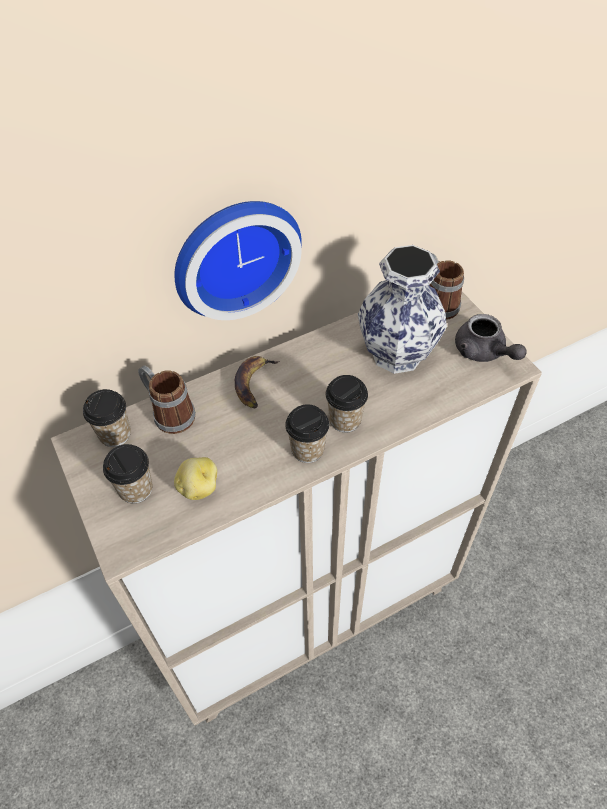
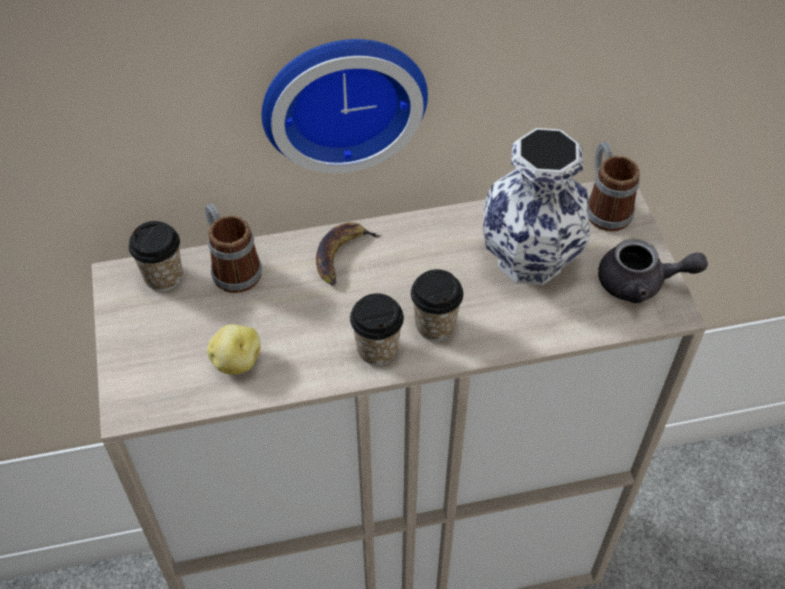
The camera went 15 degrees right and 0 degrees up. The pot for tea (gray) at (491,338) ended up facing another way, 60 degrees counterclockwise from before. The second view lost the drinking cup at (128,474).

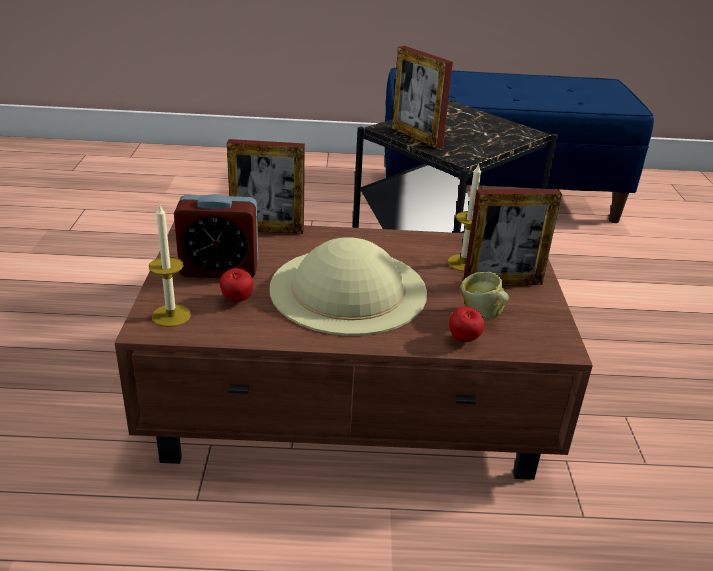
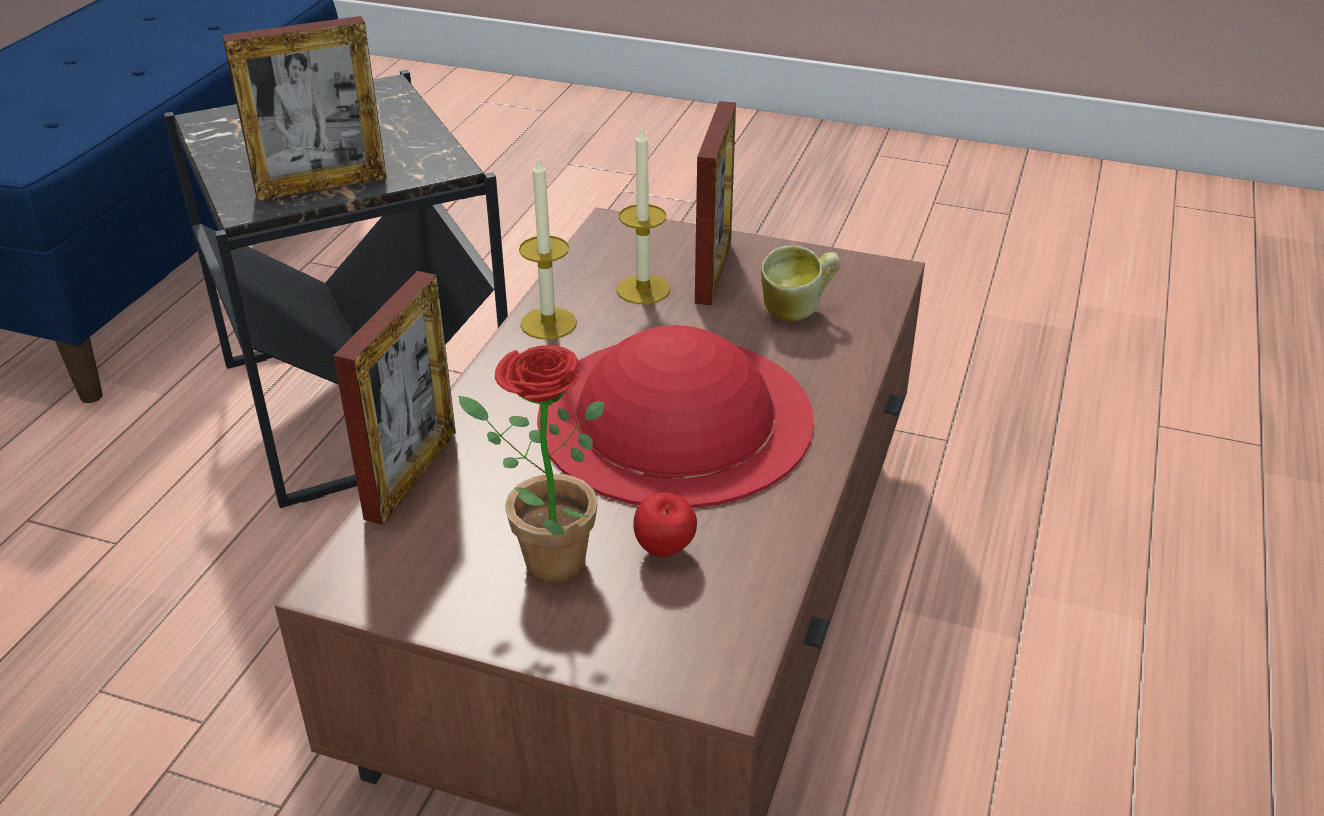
The camera went 70 degrees left and 5 degrees up. Where the alarm clock stood at (216,236), the houseplant came to stand at (531,464). The wax candle ended up elsewhere, having gone from (170,265) to (548,248). What was the hat (sand-coloured) at (348,286) turned into the hat (red) at (675,416). The second view lost the apple at (466,324).

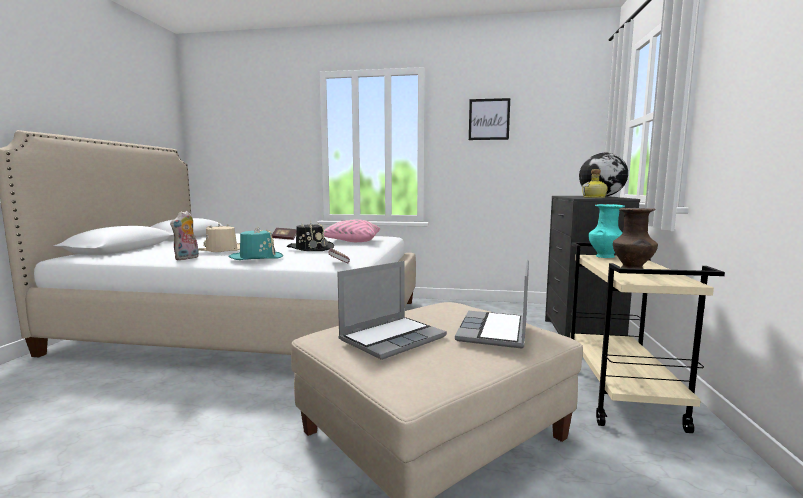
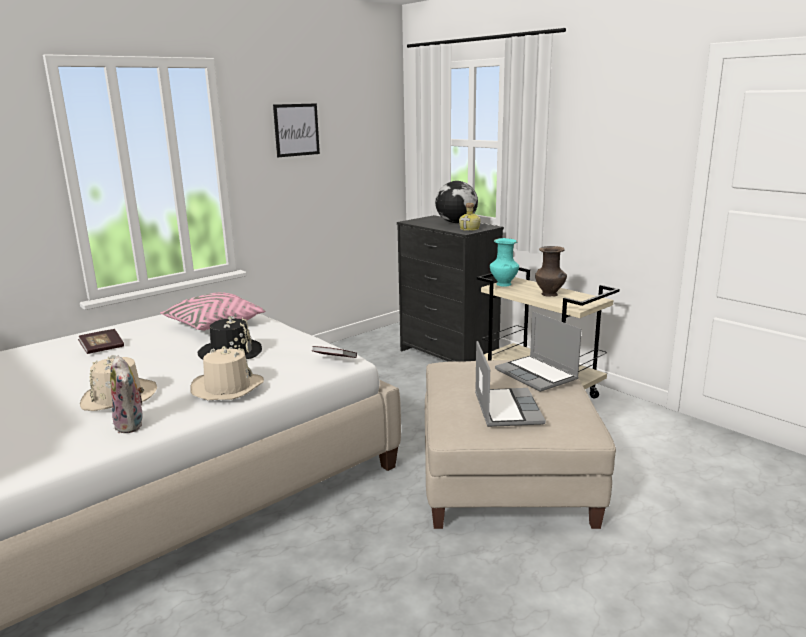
The camera went 50 degrees left and 10 degrees up. What was the hat (turquoise-coloured) at (255,243) turned into the hat (sand-coloured) at (227,373).

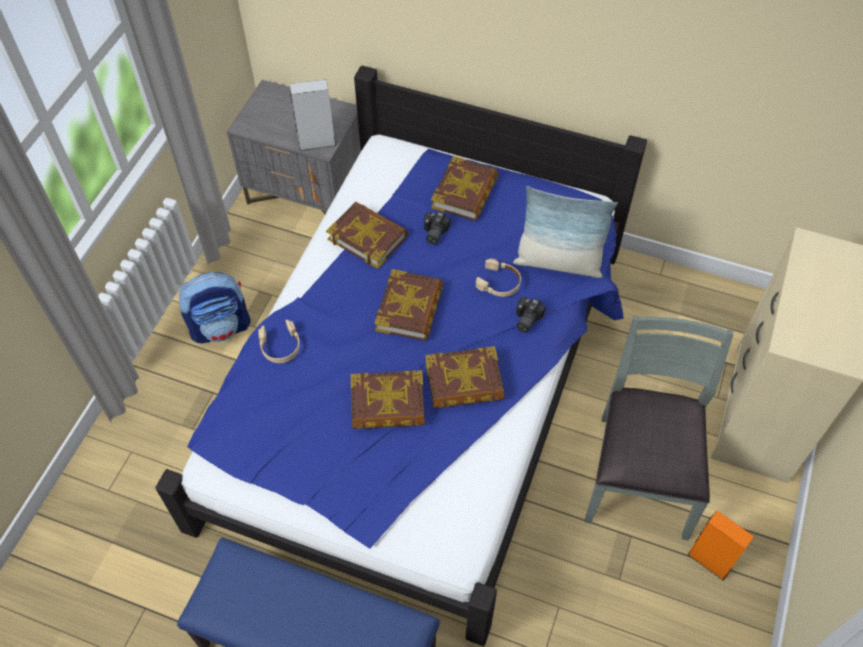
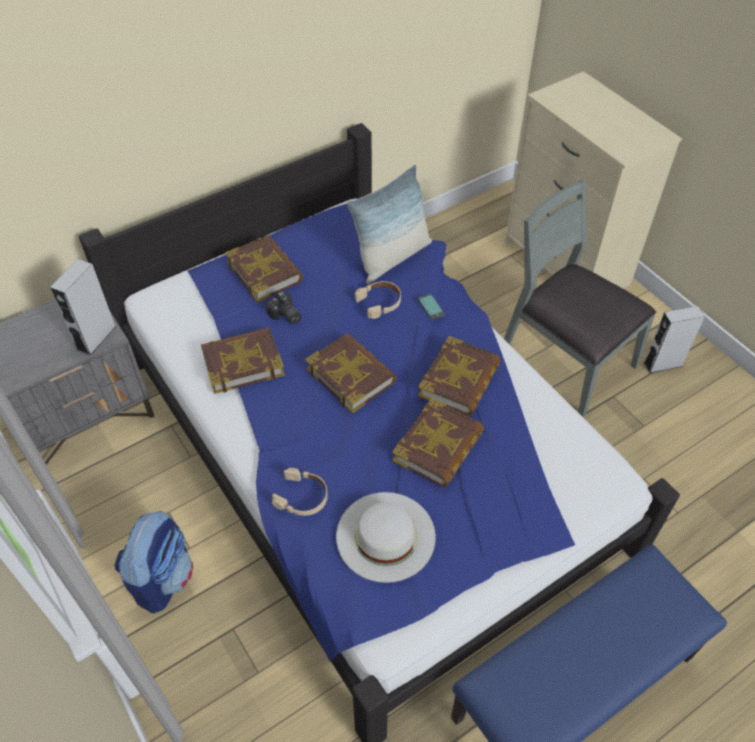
The camera went 55 degrees left and 5 degrees down. The second view gained the hat (white-coloured) at (386,537). Where the still camera stood at (530,315), the handset came to stand at (431,306). What was the audio speaker (orangey) at (720,545) turned into the audio speaker (gray) at (674,339).

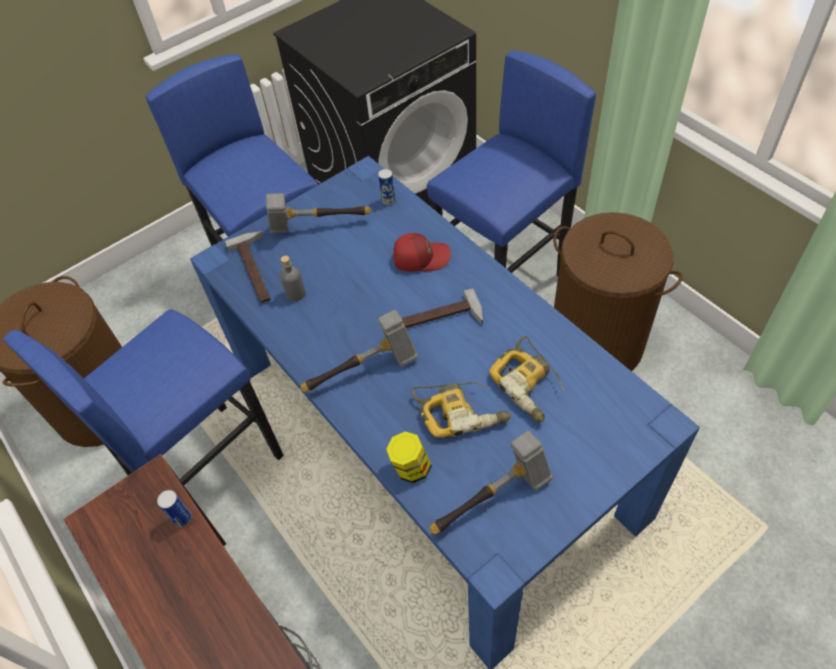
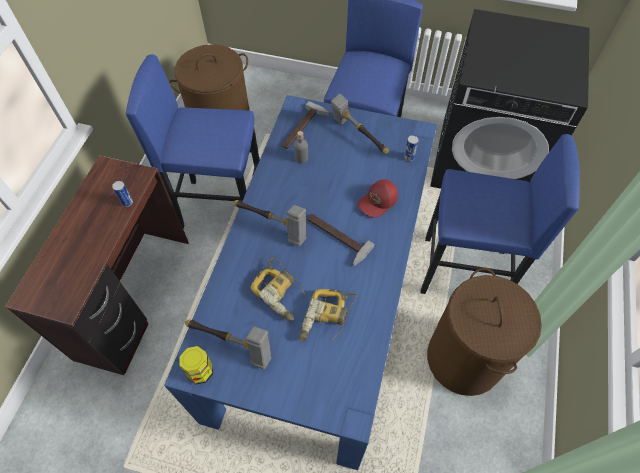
The camera went 50 degrees right and 5 degrees up. The preserve jar ended up elsewhere, having gone from (409,457) to (196,365). The baseball cap (red) at (422,252) ended up facing another way, 90 degrees clockwise from before.

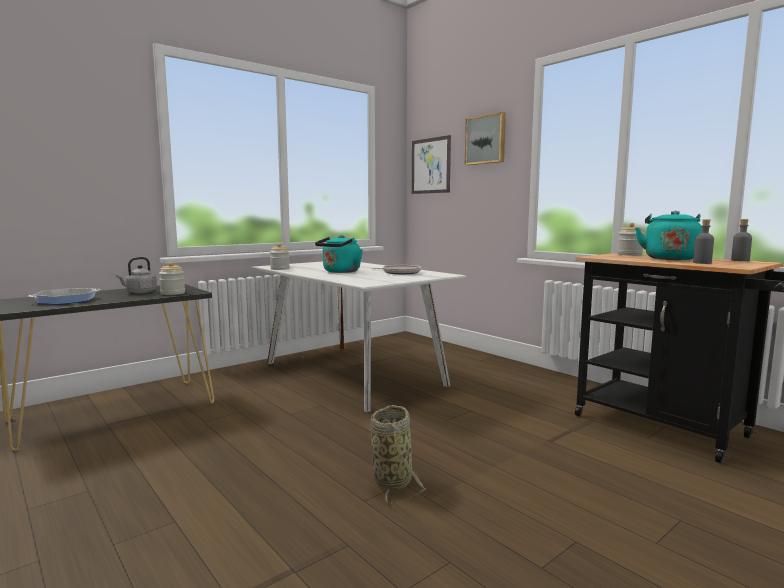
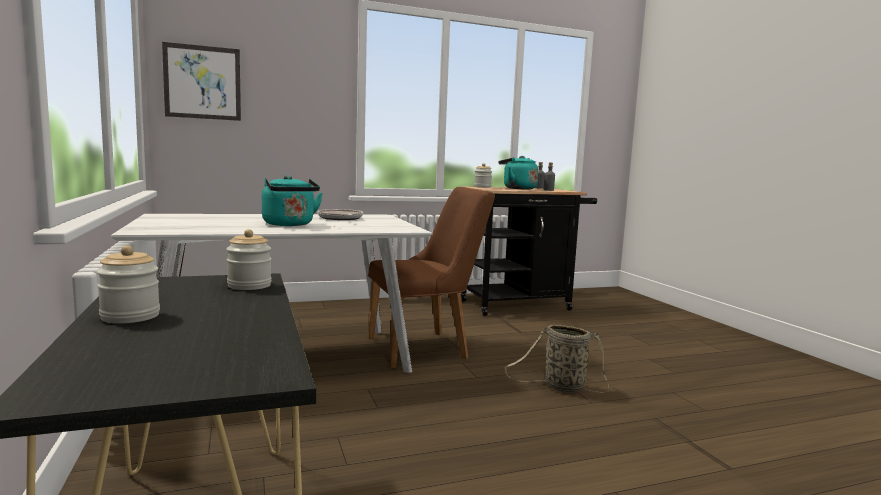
The camera went 70 degrees left and 0 degrees up. The preserve jar ended up elsewhere, having gone from (280,256) to (128,284). The second view gained the chair (brownish) at (431,277). The second view lost the pan at (64,296). The second view lost the water kettle (gray) at (136,275). The second view lost the wall picture at (485,138).

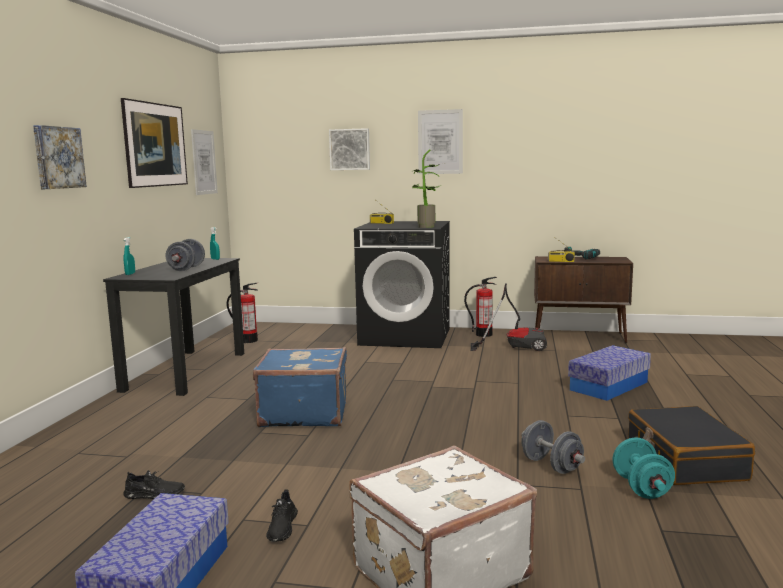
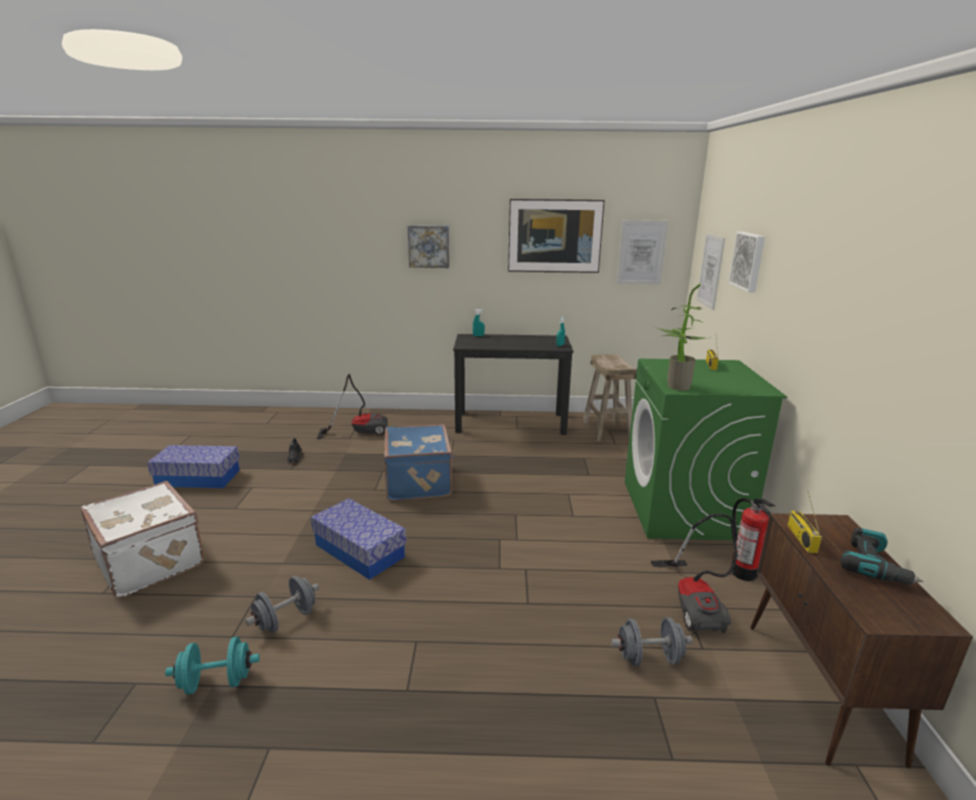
The camera went 80 degrees right and 10 degrees up. The storage box ended up elsewhere, having gone from (609,373) to (358,539). The second view gained the vacuum cleaner at (352,406). Where the fire extinguisher stood at (242,313), the sitting stool (sand-coloured) came to stand at (609,397). The free weight (gray) ended up elsewhere, having gone from (185,255) to (652,641). What was the washing machine (blackish) at (402,284) turned into the washing machine (green) at (706,449). The wall picture ended up elsewhere, having gone from (440,141) to (711,272). The second view lost the item of footwear (blackish) at (282,515). The second view lost the travel case (blackish) at (691,445).

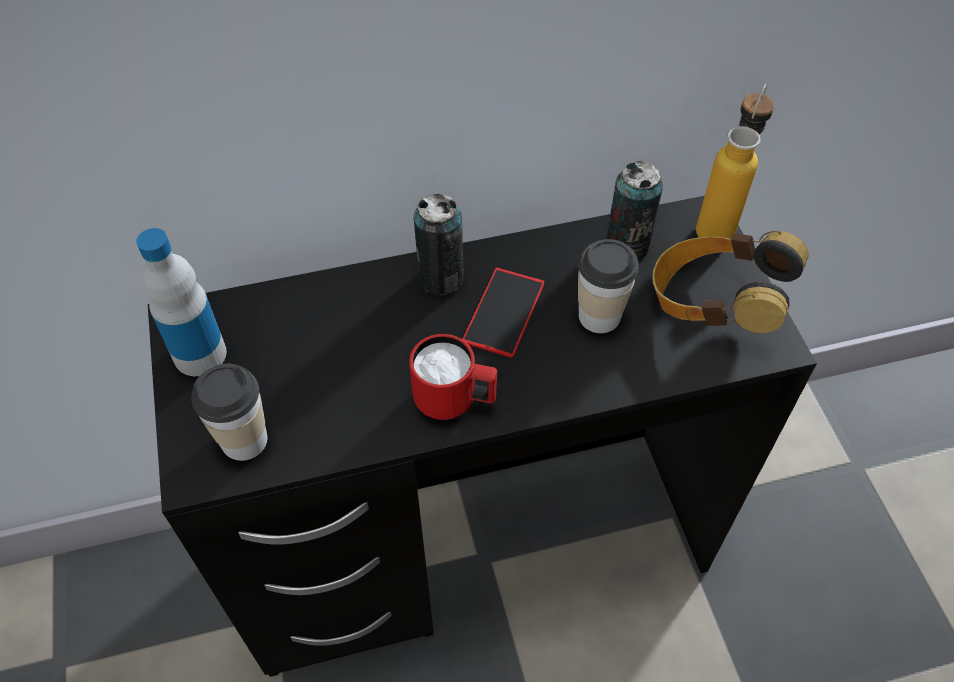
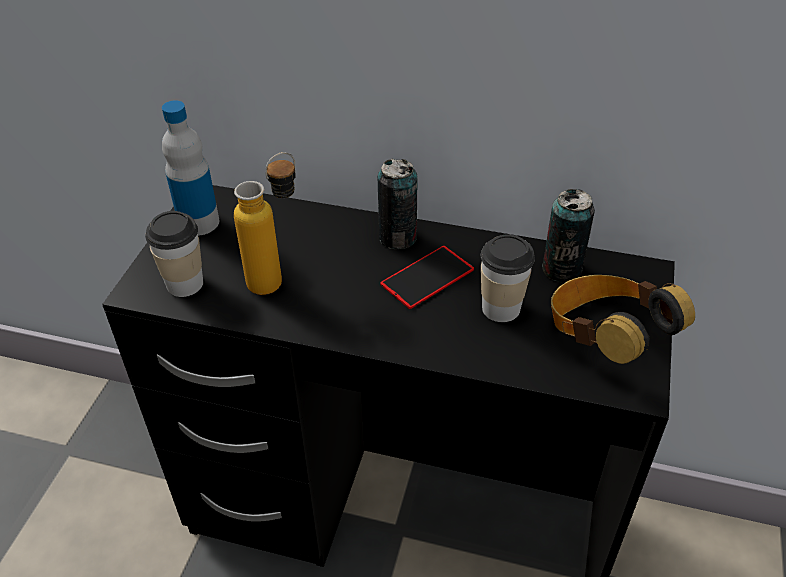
The camera went 30 degrees right and 10 degrees down. The bottle ended up elsewhere, having gone from (735,161) to (265,223). The second view lost the tea mug (red) at (453,377).

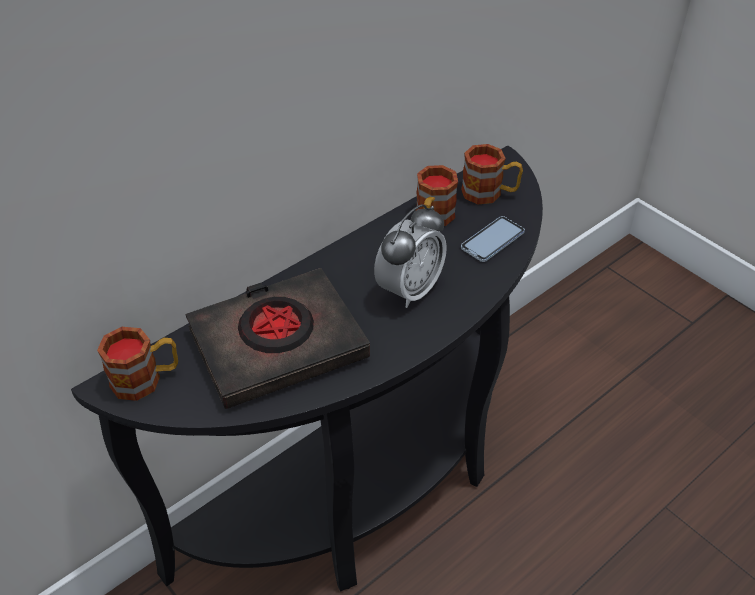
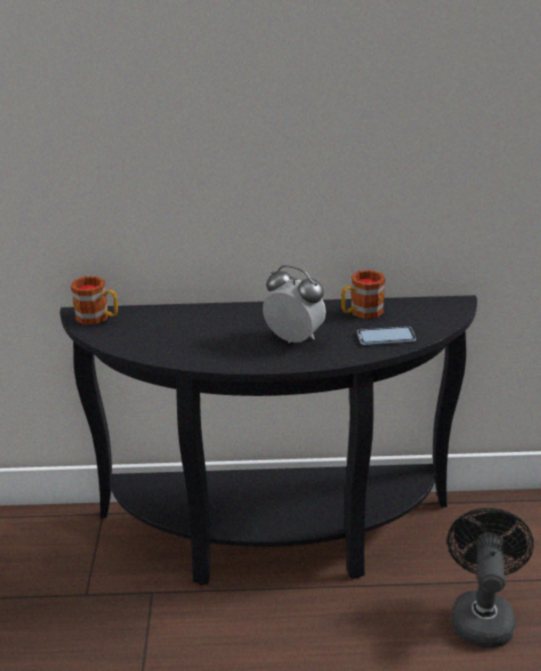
The camera went 40 degrees right and 15 degrees down. The alarm clock at (410,256) ended up facing another way, 135 degrees counterclockwise from before. The second view gained the fan (blackish) at (490,578). The second view lost the volume (blackish) at (278,338). The second view lost the tea mug at (492,174).

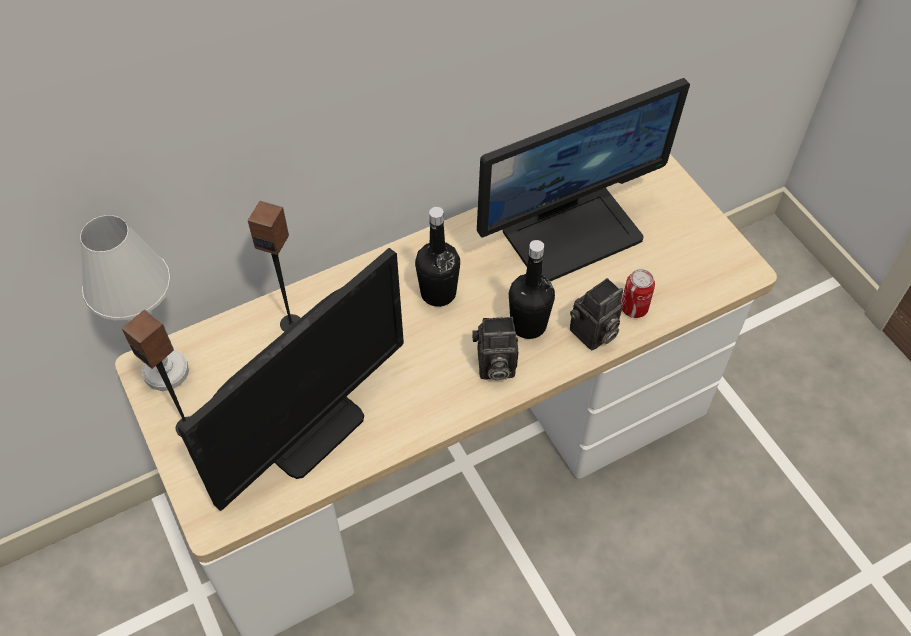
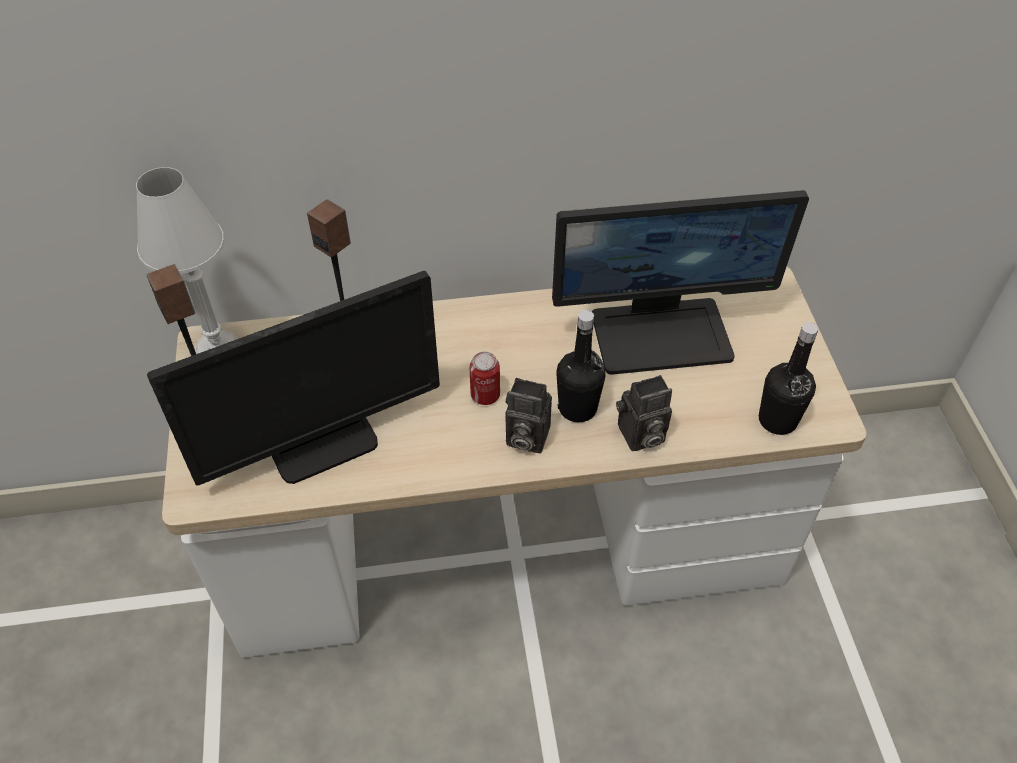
The camera went 20 degrees right and 5 degrees down. The sealed can ended up elsewhere, having gone from (638,293) to (485,378). The bottle (blackish) ended up elsewhere, having gone from (437,257) to (788,378).

